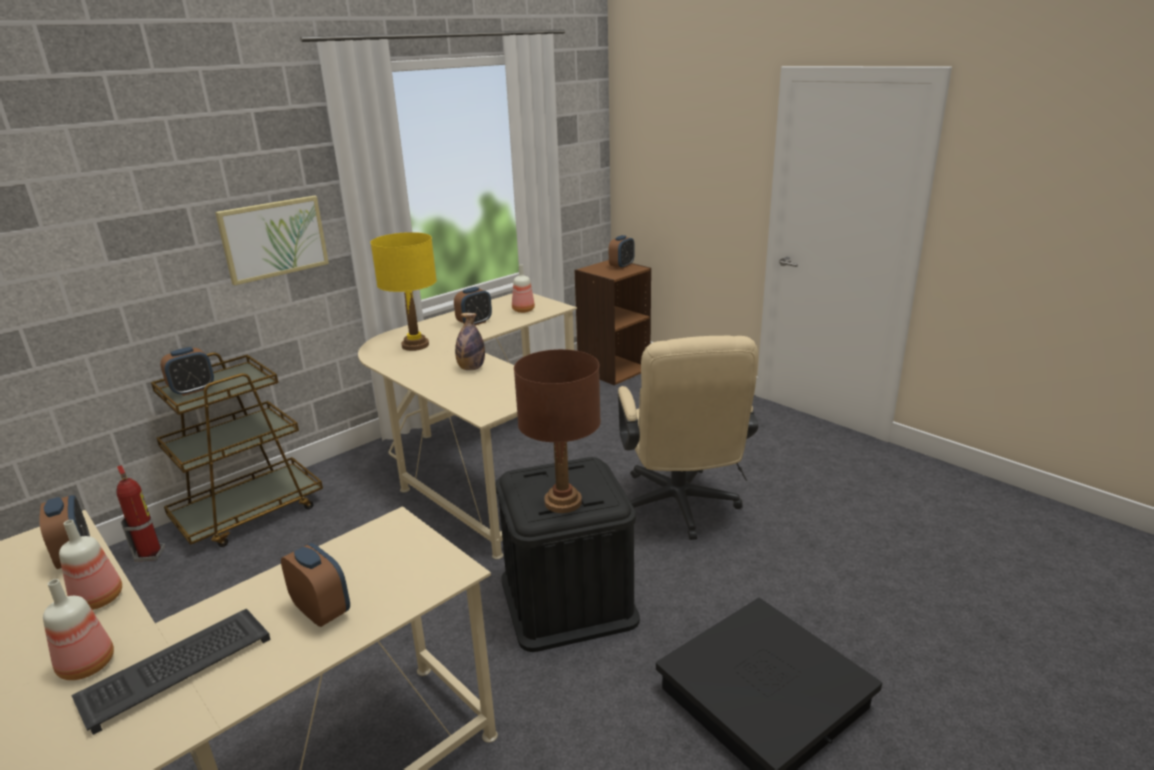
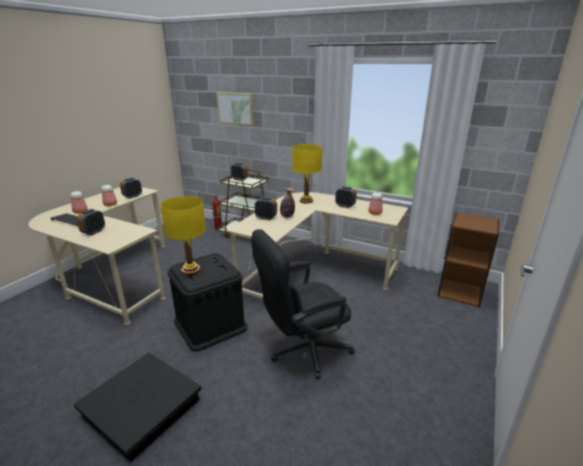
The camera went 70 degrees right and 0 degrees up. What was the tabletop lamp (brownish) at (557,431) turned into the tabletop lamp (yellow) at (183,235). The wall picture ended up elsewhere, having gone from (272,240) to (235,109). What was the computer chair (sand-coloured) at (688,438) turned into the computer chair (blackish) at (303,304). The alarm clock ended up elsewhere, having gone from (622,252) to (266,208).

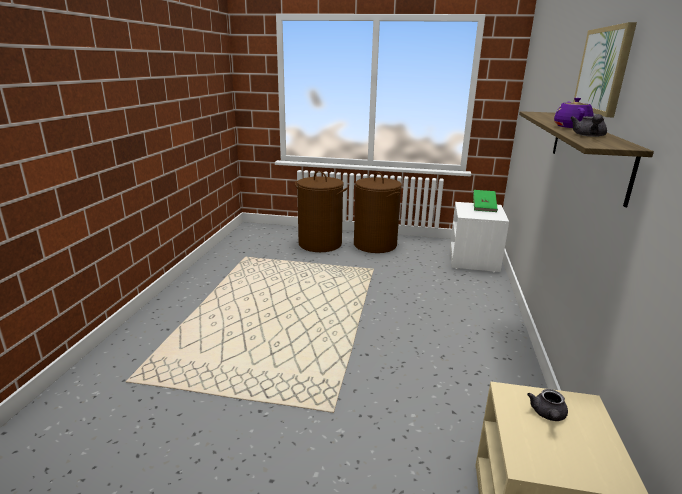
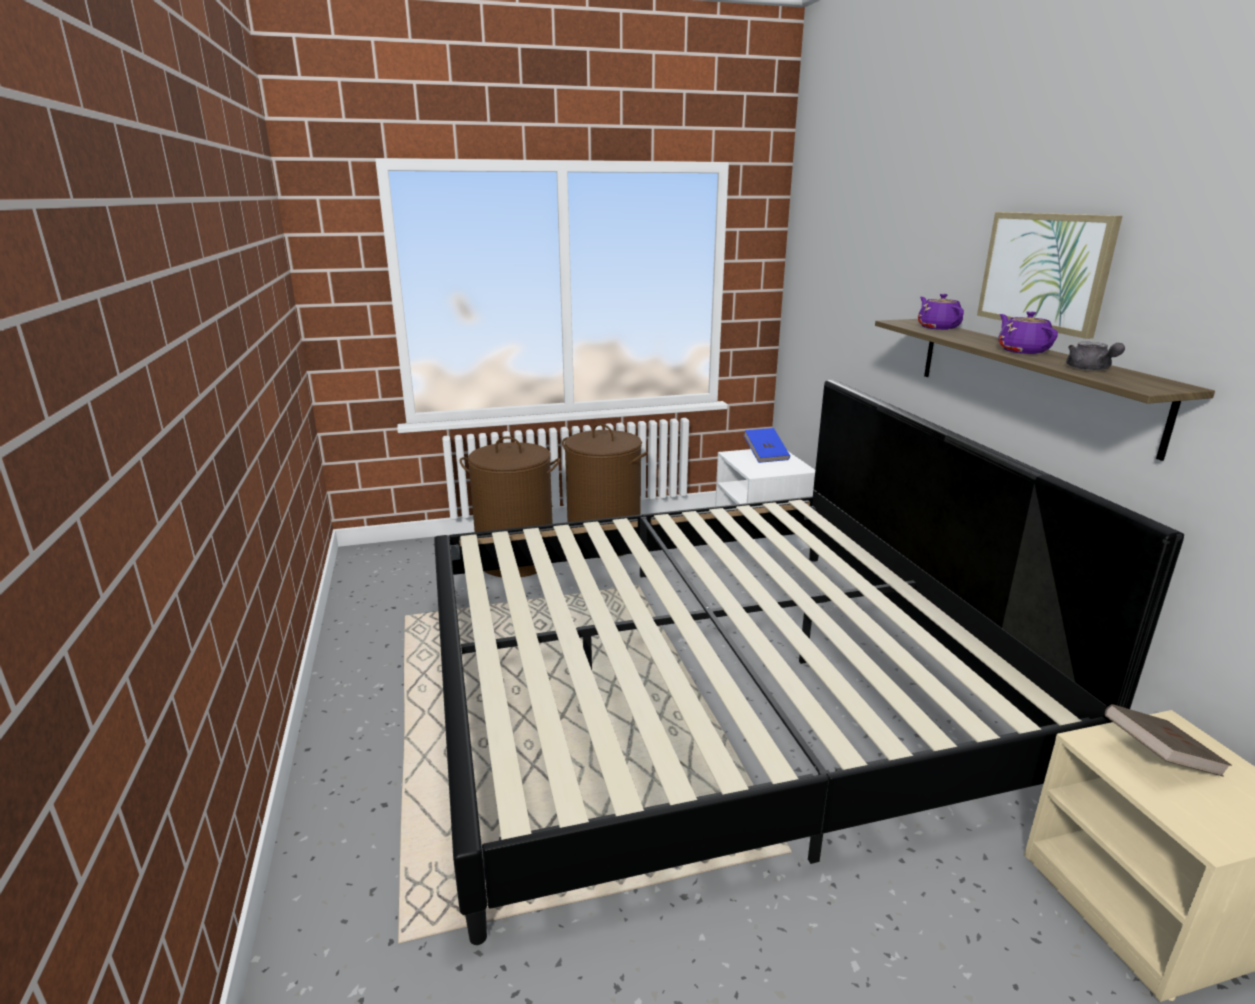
The camera went 25 degrees left and 0 degrees up. The second view gained the bedroom bed at (809,662). What was the volume (green) at (485,201) turned into the volume (bluish) at (767,445). The second view gained the pot for tea (purplish) at (941,312). Where the pot for tea (gray) stood at (547,405), the volume (brownish) came to stand at (1168,740).

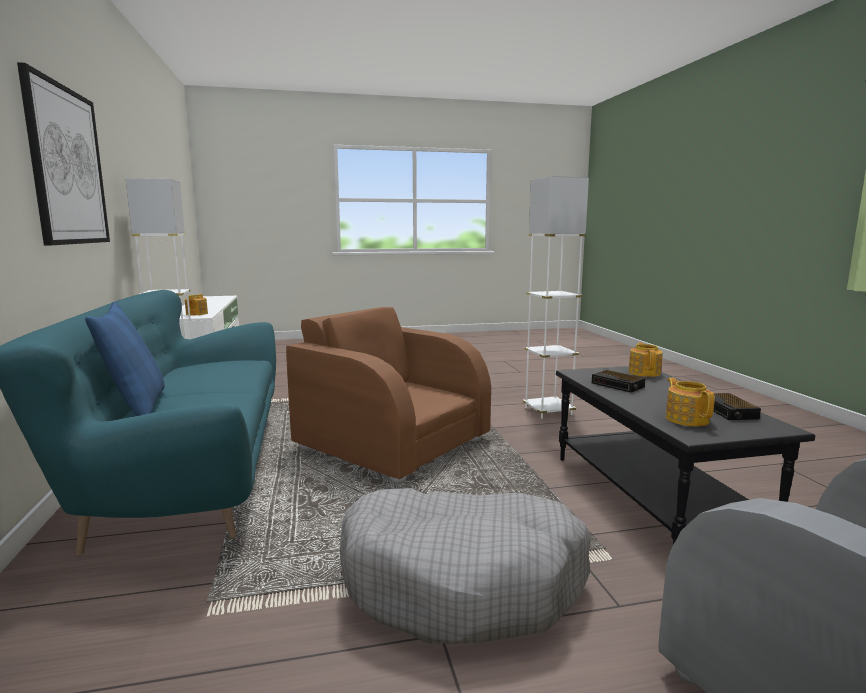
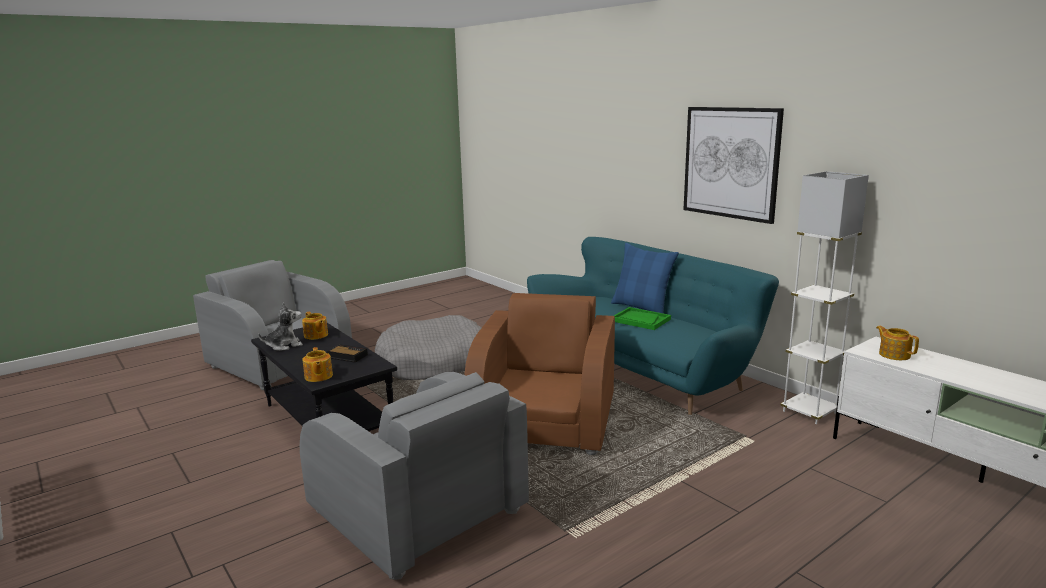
The camera went 155 degrees right and 5 degrees up. Where the alarm clock stood at (737,406), the cuddly toy came to stand at (280,326). Where the standard lamp (white-coloured) stood at (556,297), the lounge chair (gray) came to stand at (414,476). The lounge chair (brownish) at (388,395) ended up facing another way, 90 degrees counterclockwise from before. The second view gained the serving tray (green) at (642,318).

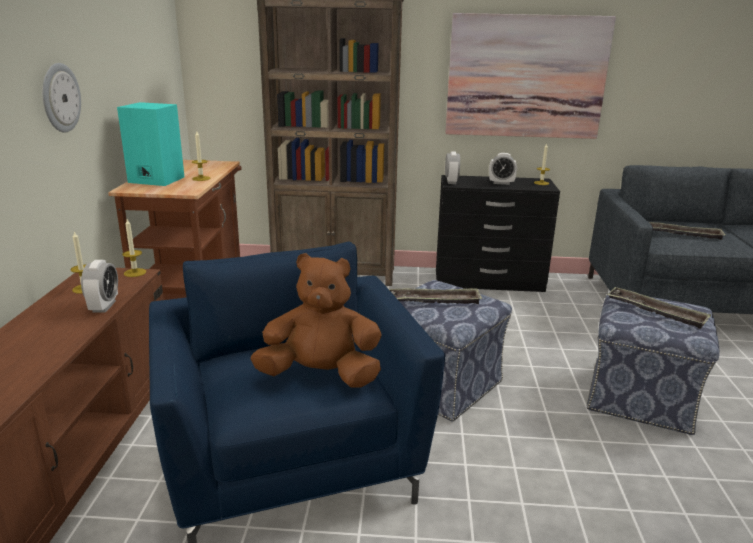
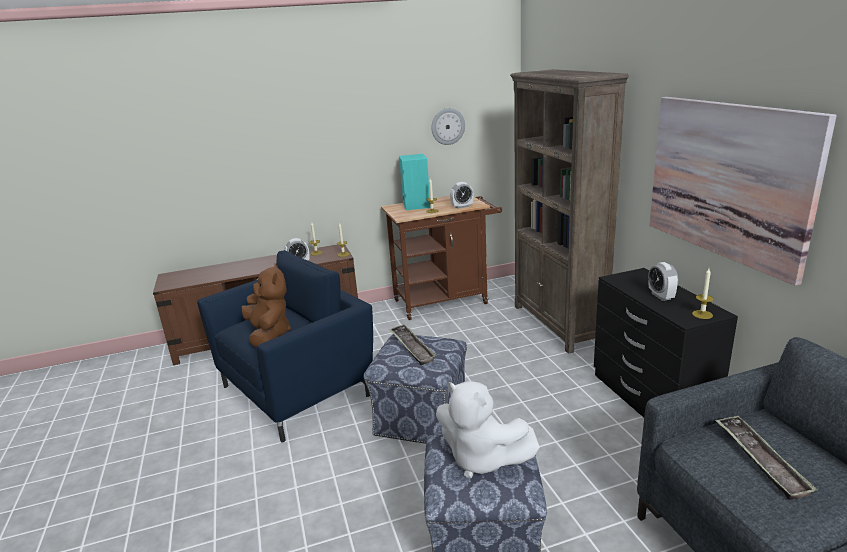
The camera went 70 degrees right and 0 degrees up. The hanging clock ended up elsewhere, having gone from (61,98) to (448,126). Where the serving tray stood at (659,308), the cuddly toy (white-coloured) came to stand at (488,430). The alarm clock ended up elsewhere, having gone from (452,167) to (461,195).

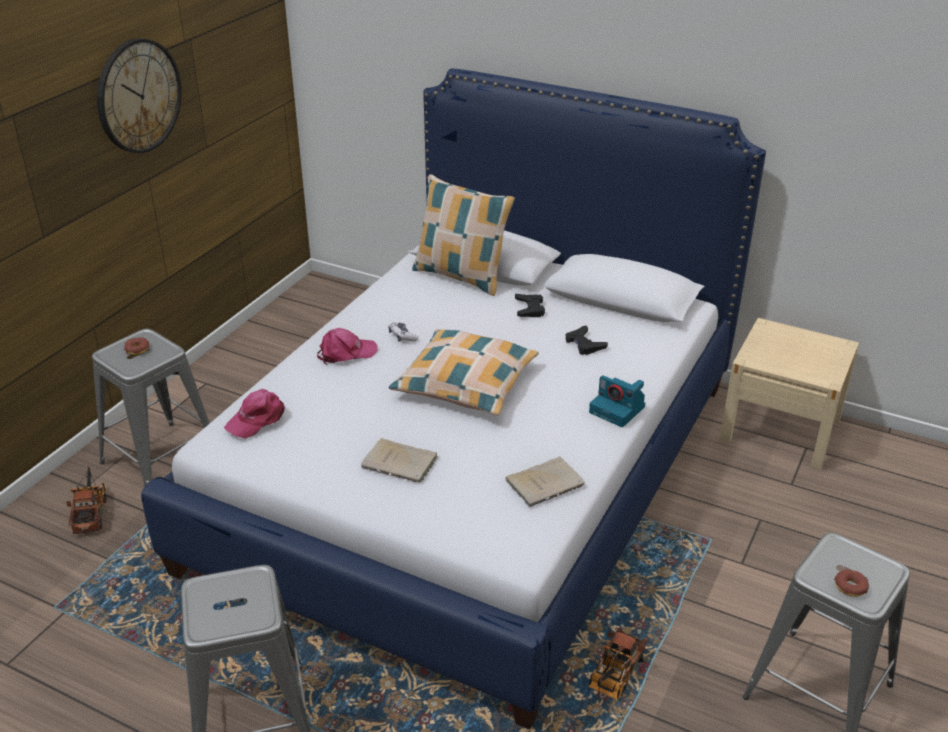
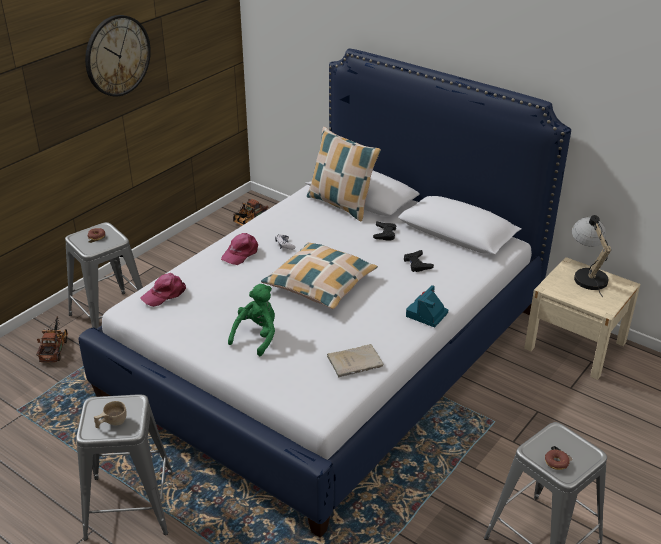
The camera went 10 degrees right and 0 degrees up. The second view gained the drinking cup (sand-coloured) at (110,414). The baseball cap (pink) at (347,346) ended up facing another way, 135 degrees clockwise from before. Where the volume (sand-coloured) stood at (399,460), the cuddly toy (green) came to stand at (251,320). The model truck ended up elsewhere, having gone from (618,663) to (250,212). The still camera at (617,401) ended up facing another way, 75 degrees clockwise from before. The second view gained the tabletop lamp at (591,256).

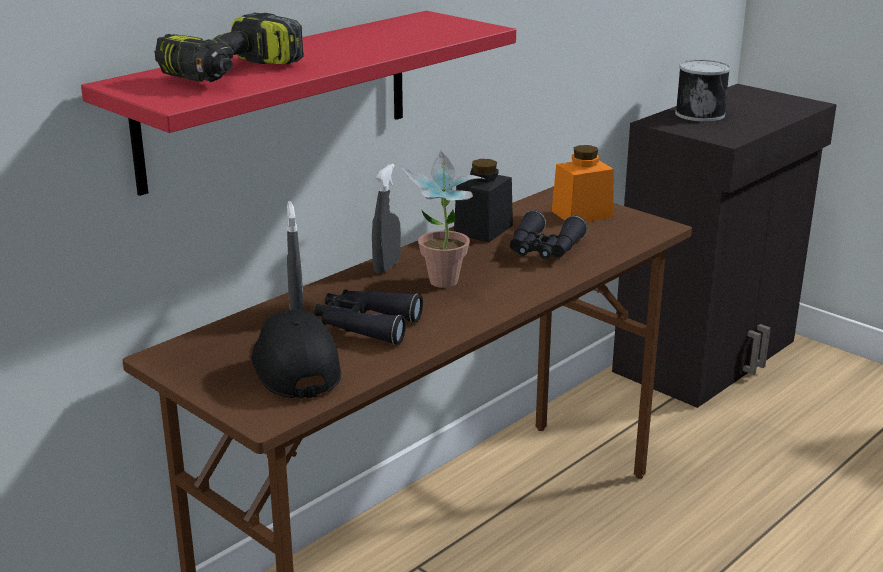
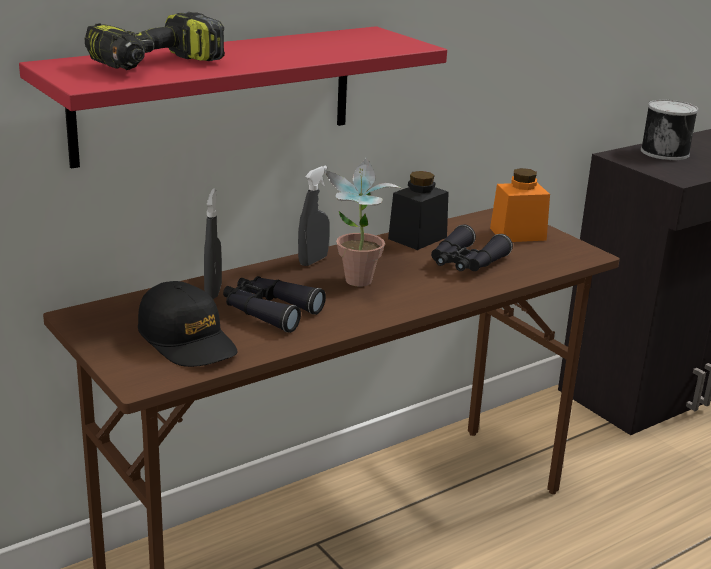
The camera went 10 degrees right and 0 degrees up. The baseball cap (blackish) at (296,354) ended up facing another way, 150 degrees clockwise from before.

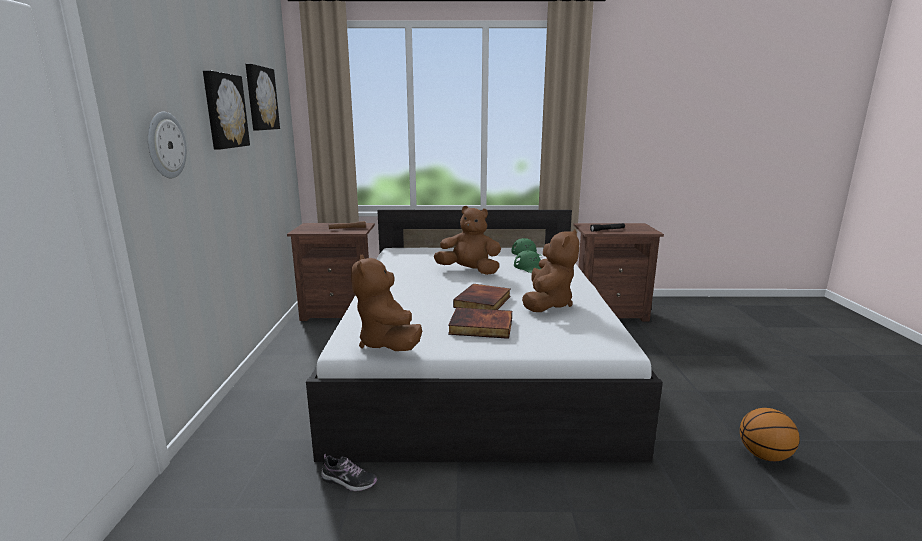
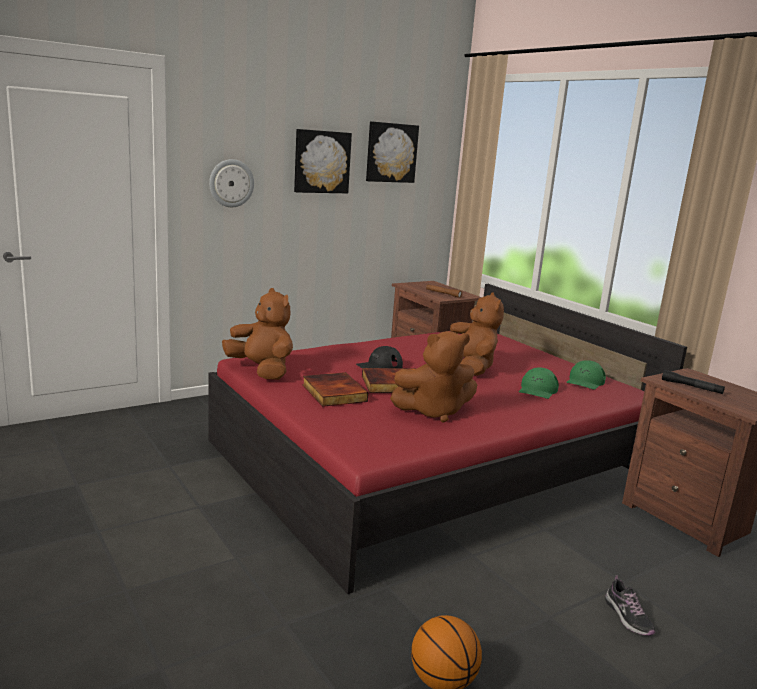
The camera went 55 degrees right and 0 degrees up. What was the bedroom bed (white-coloured) at (484,336) turned into the bedroom bed (red) at (448,439). The cuddly toy (brownish) at (386,302) ended up facing another way, 90 degrees clockwise from before. The second view gained the baseball cap (blackish) at (379,357). The item of footwear ended up elsewhere, having gone from (349,472) to (630,606).

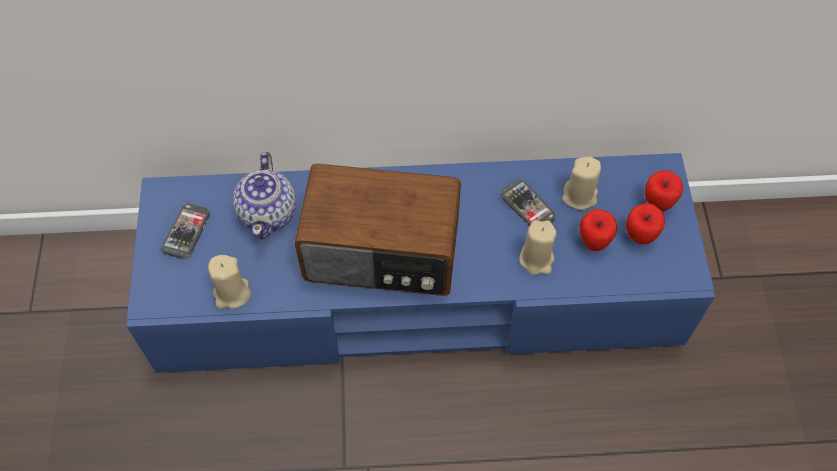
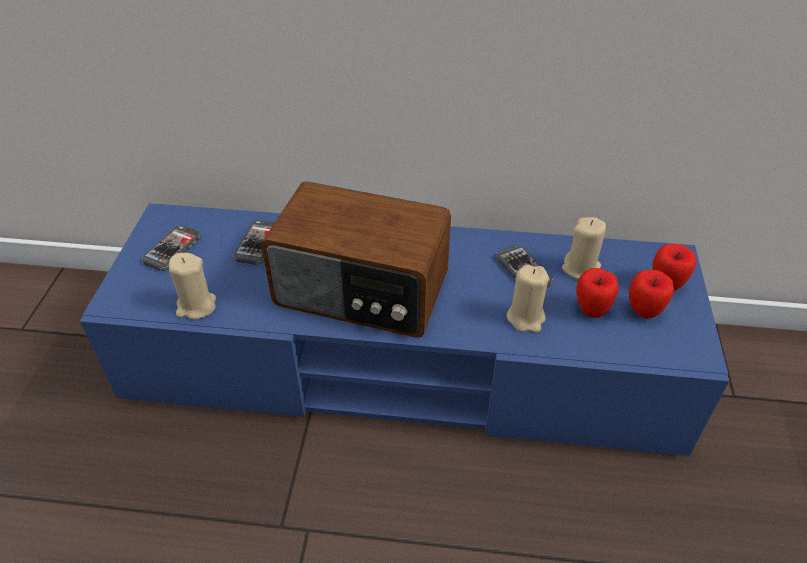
The camera went 10 degrees right and 15 degrees down. Where the pot for tea stood at (264,195), the handset came to stand at (254,242).

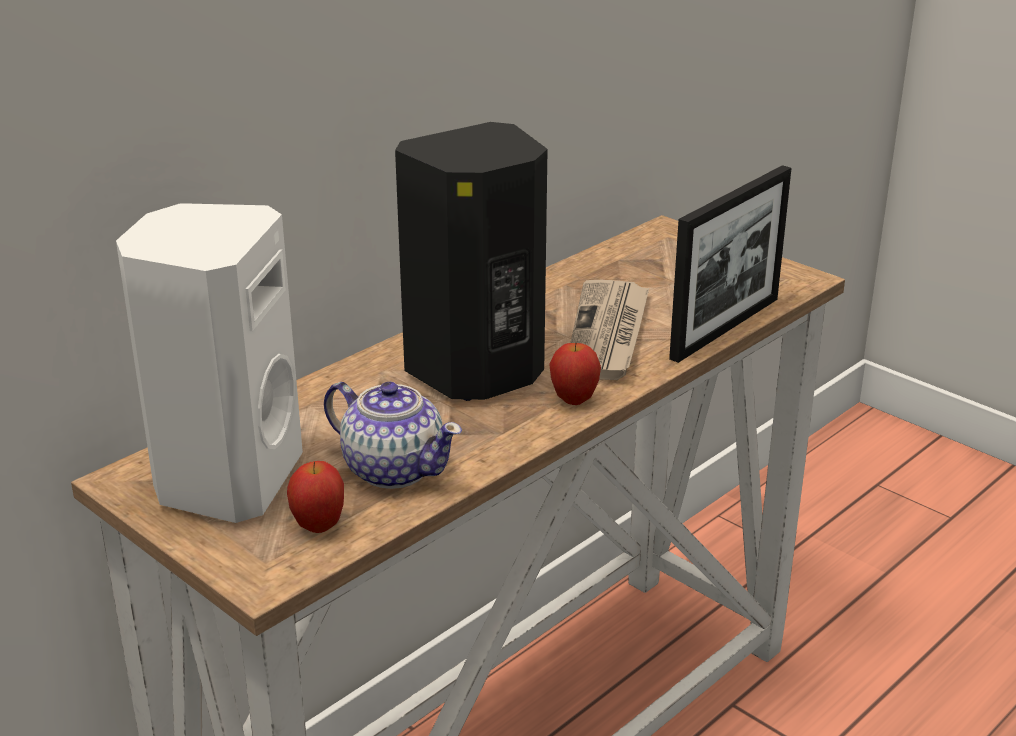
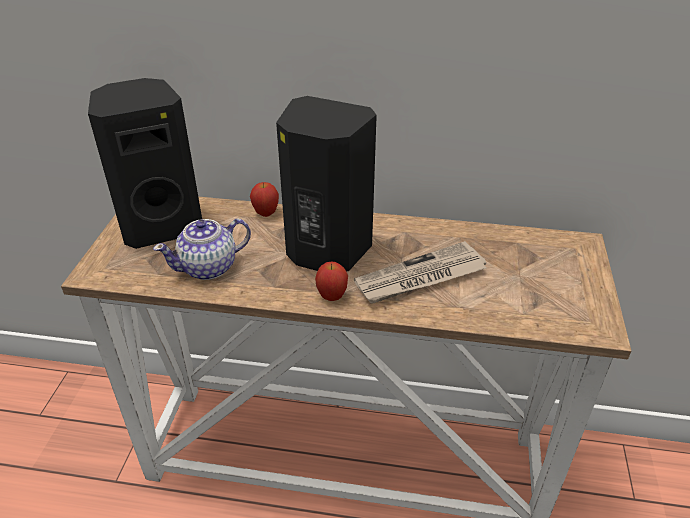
The camera went 55 degrees right and 10 degrees up. What was the audio speaker (white-coloured) at (209,363) turned into the audio speaker (blackish) at (145,163). The pot for tea at (393,435) ended up facing another way, 60 degrees clockwise from before. The apple ended up elsewhere, having gone from (315,497) to (264,199). The second view lost the picture frame at (730,264).

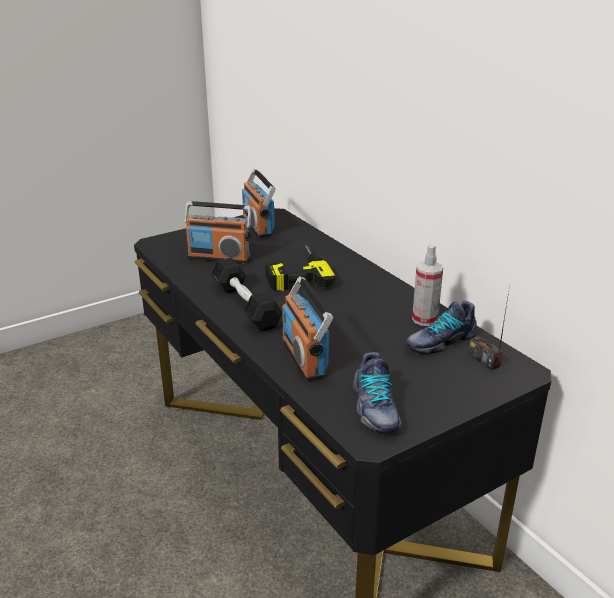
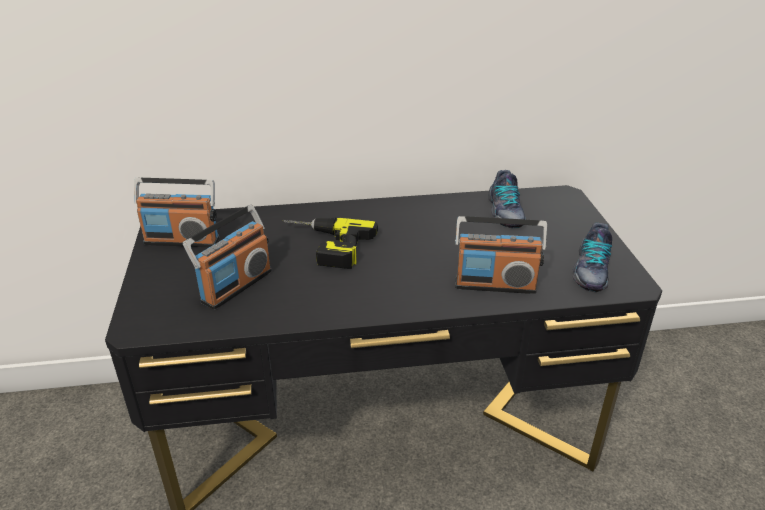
The camera went 65 degrees left and 5 degrees up. The item of footwear at (377,393) ended up facing another way, 90 degrees clockwise from before. The second view lost the free weight (blackish) at (246,295). The second view lost the spray bottle at (427,285). The second view lost the radio receiver at (489,328).

